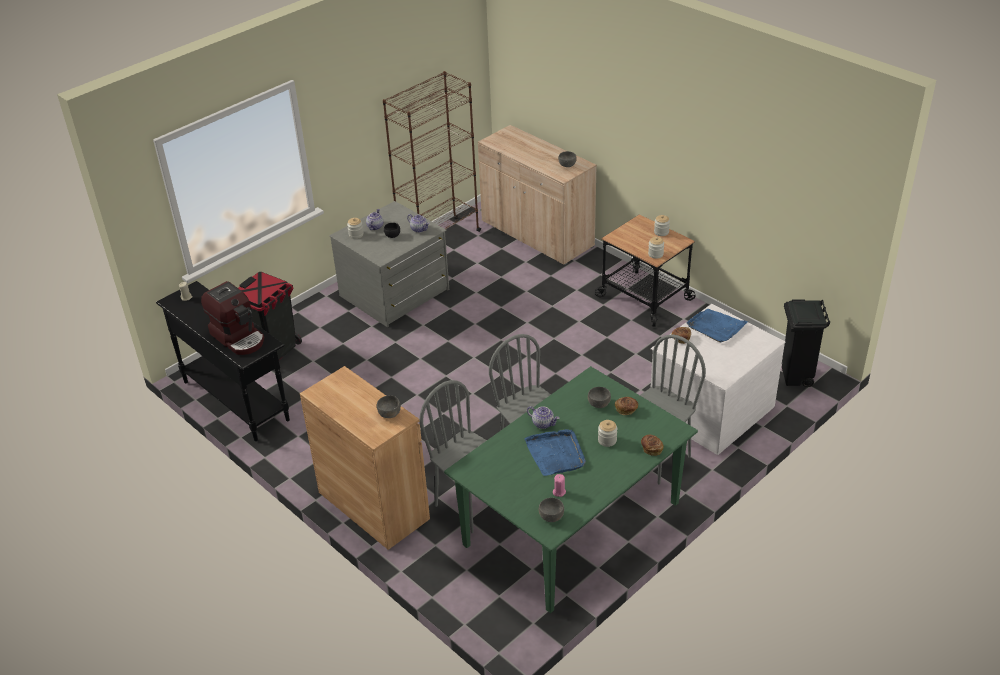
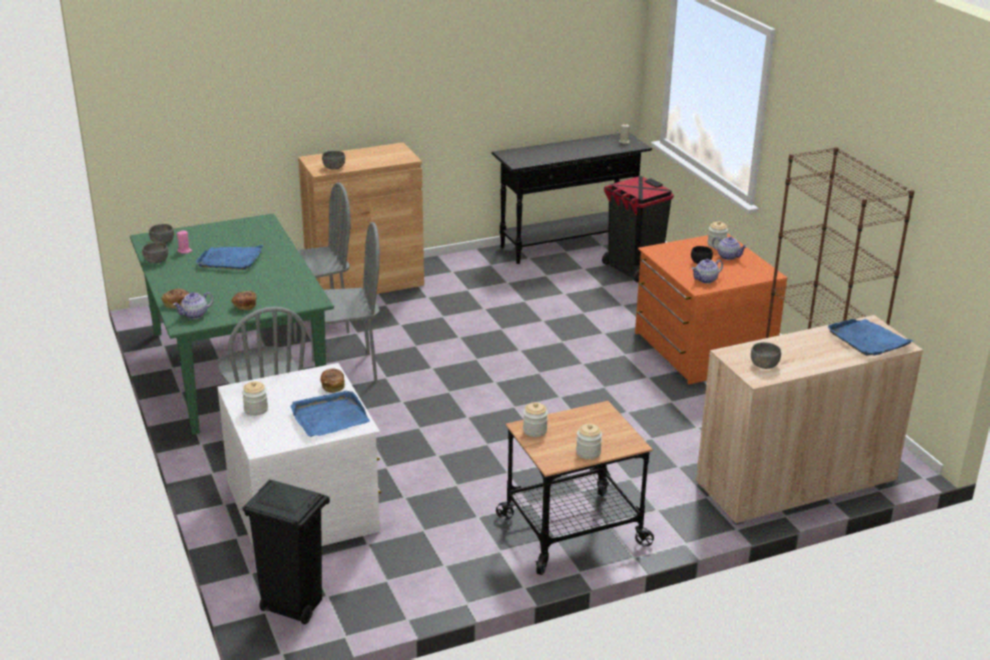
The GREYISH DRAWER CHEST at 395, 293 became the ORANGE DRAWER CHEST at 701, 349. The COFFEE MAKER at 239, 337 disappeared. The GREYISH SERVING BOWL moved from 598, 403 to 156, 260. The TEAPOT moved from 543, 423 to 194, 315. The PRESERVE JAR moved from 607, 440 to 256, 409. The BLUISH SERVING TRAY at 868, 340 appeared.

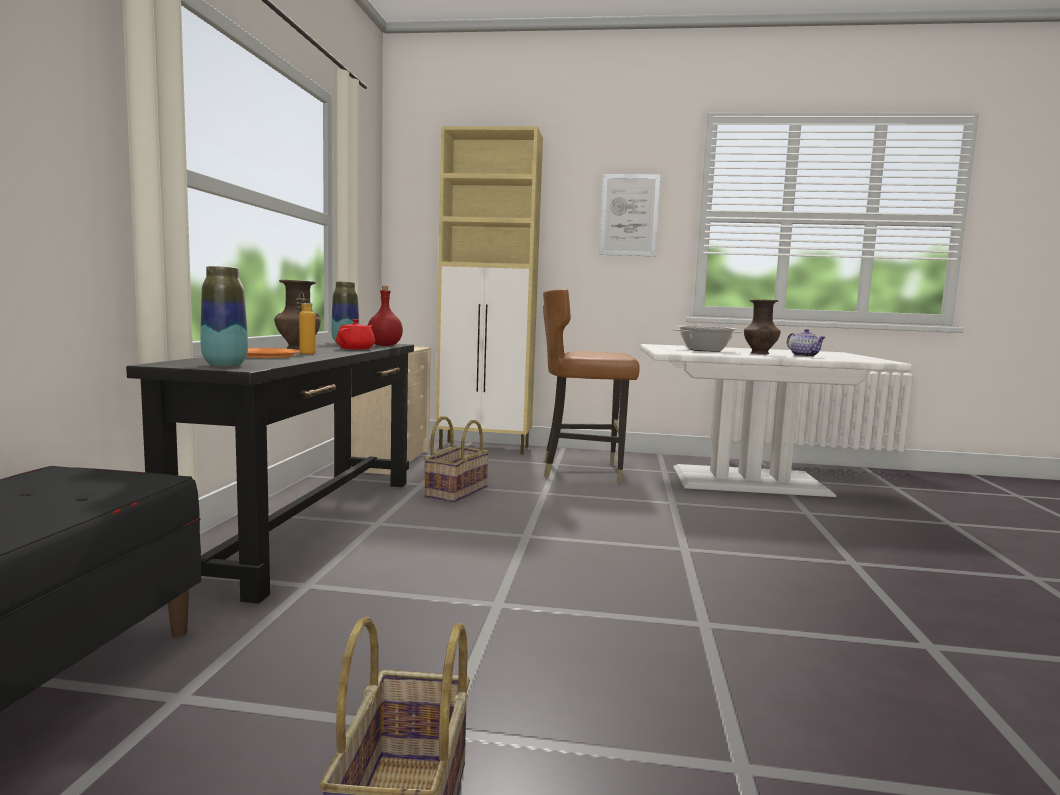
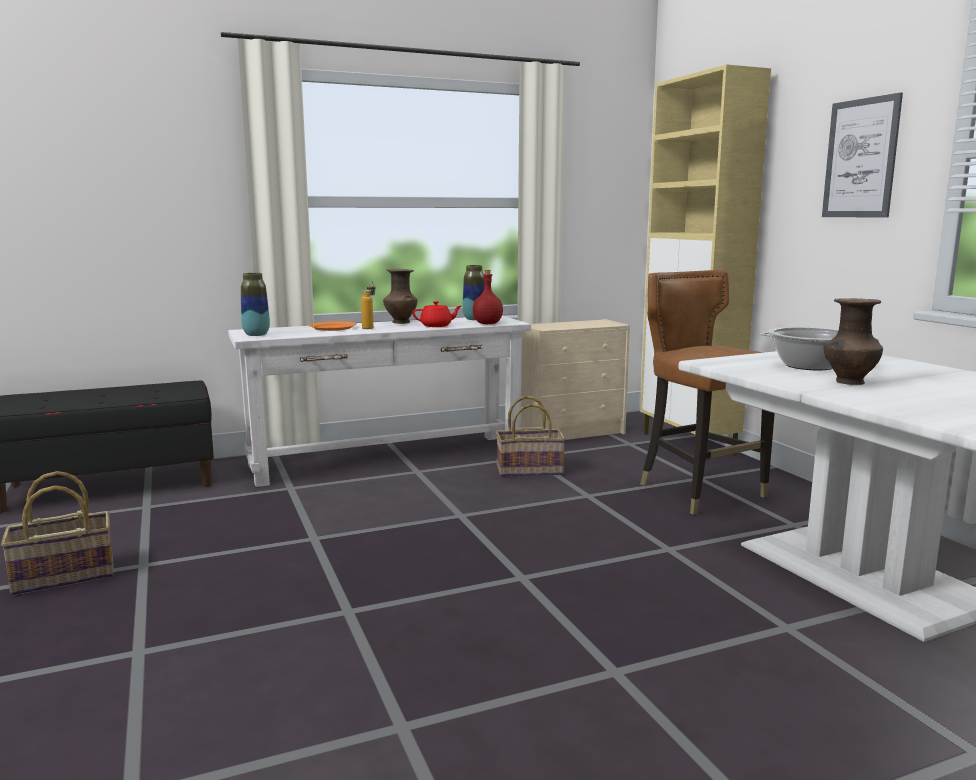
The TEAPOT at 805, 356 disappeared. The BLACK-COLOURED NARROW TABLE at 310, 525 became the WHITISH NARROW TABLE at 387, 459.

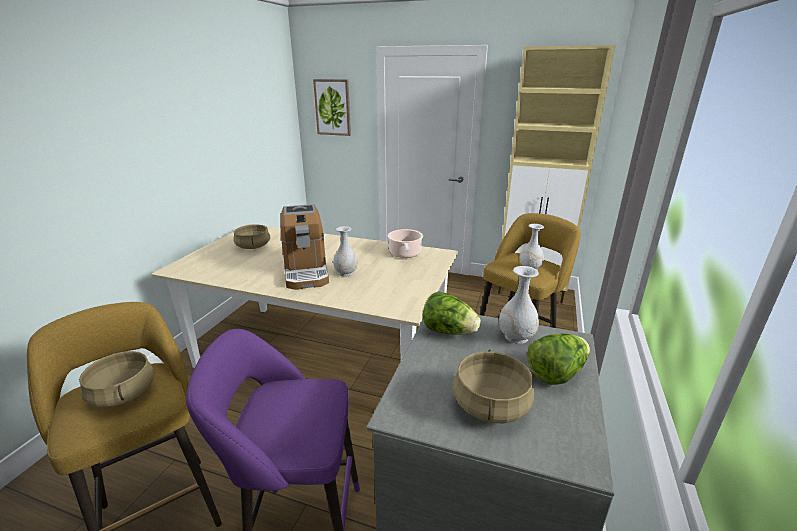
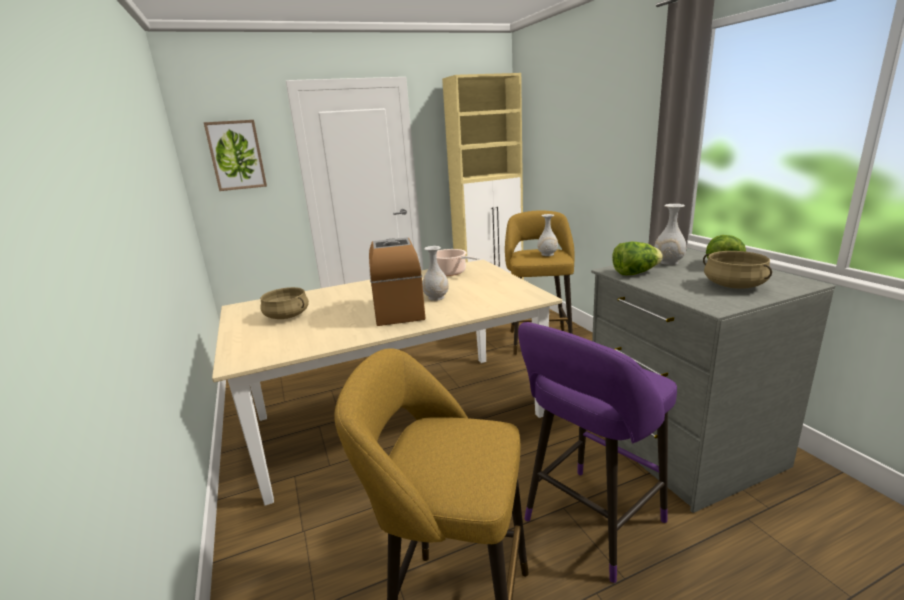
The COFFEE MAKER at 306, 271 turned 135 degrees counterclockwise. The BEIGE-COLOURED SAUCEPOT at 124, 394 disappeared.

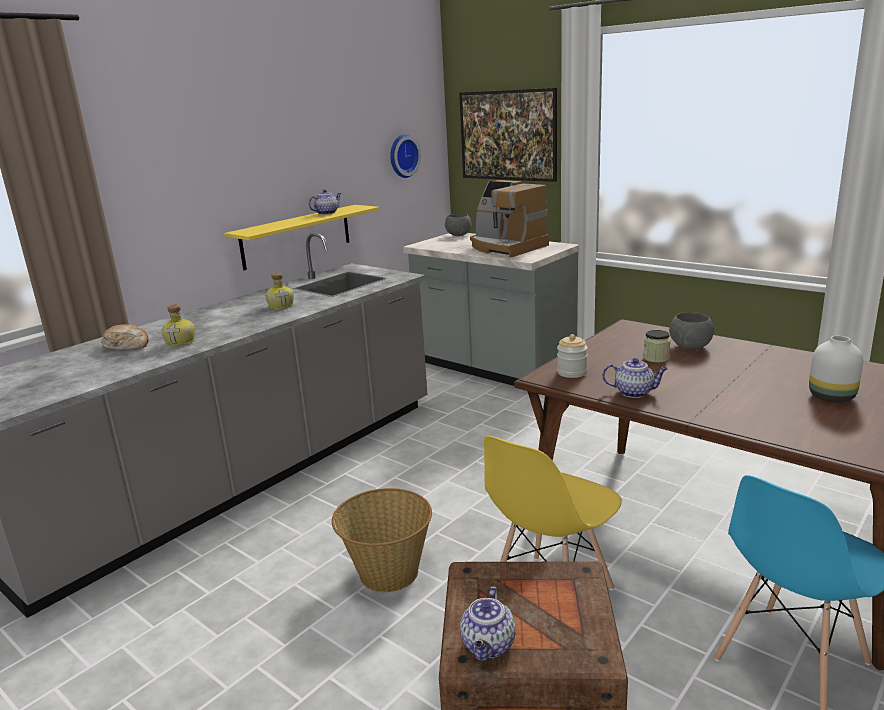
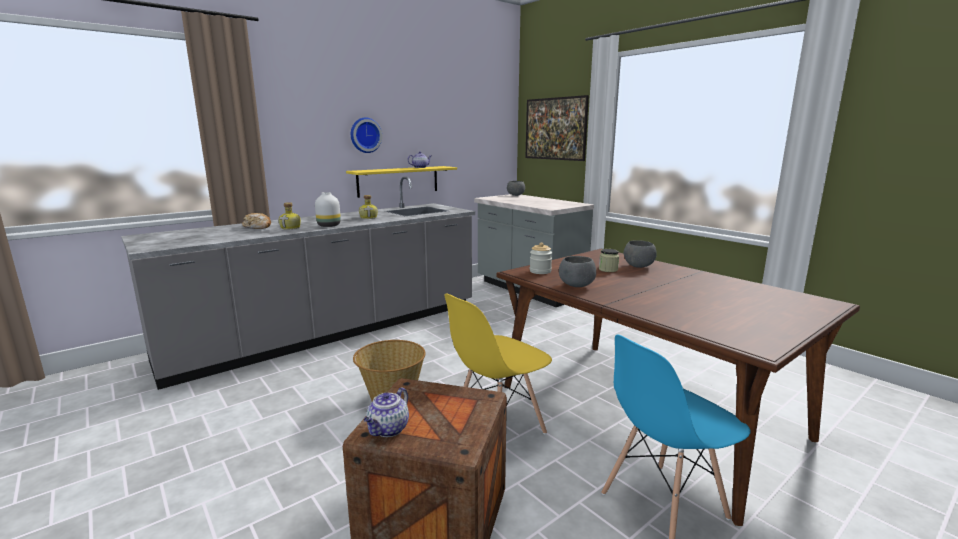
The CLOCK ON THE WALL moved from 402, 156 to 365, 135. The COFFEE MAKER at 506, 247 disappeared. The WHITISH VASE moved from 832, 397 to 329, 225. The TEAPOT at 634, 392 was replaced by the GREYISH SERVING BOWL at 576, 285.

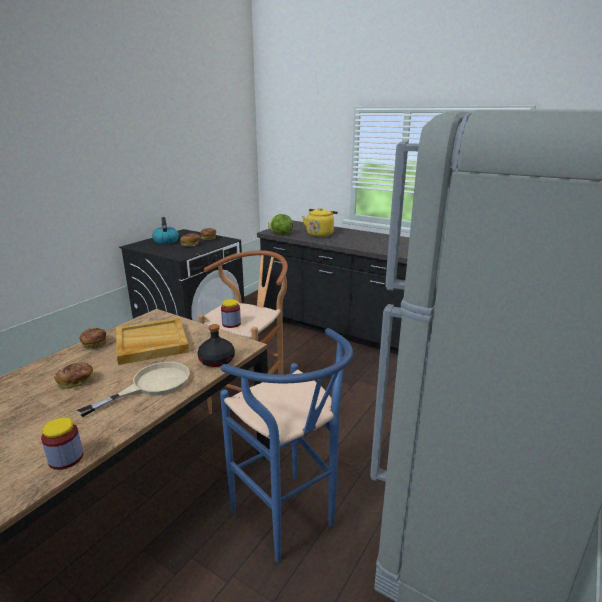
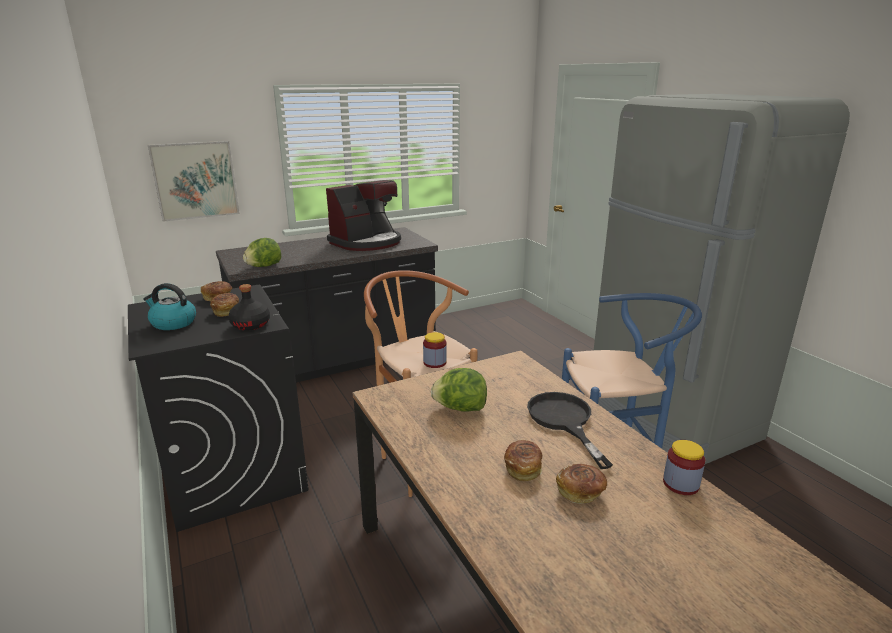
The YELLOW KETTLE at 320, 234 disappeared. The BEIGE-COLOURED SERVING TRAY at 151, 343 was replaced by the LETTUCE HEAD at 460, 408. The BLACK-COLOURED BEVERAGE BOTTLE moved from 217, 360 to 251, 325. The BREAD moved from 94, 344 to 580, 492. The BEIGE-COLOURED FRYING PAN at 151, 385 became the BLACK-COLOURED FRYING PAN at 564, 421. The PICTURE at 195, 180 appeared. The COFFEE MAKER at 367, 242 appeared.

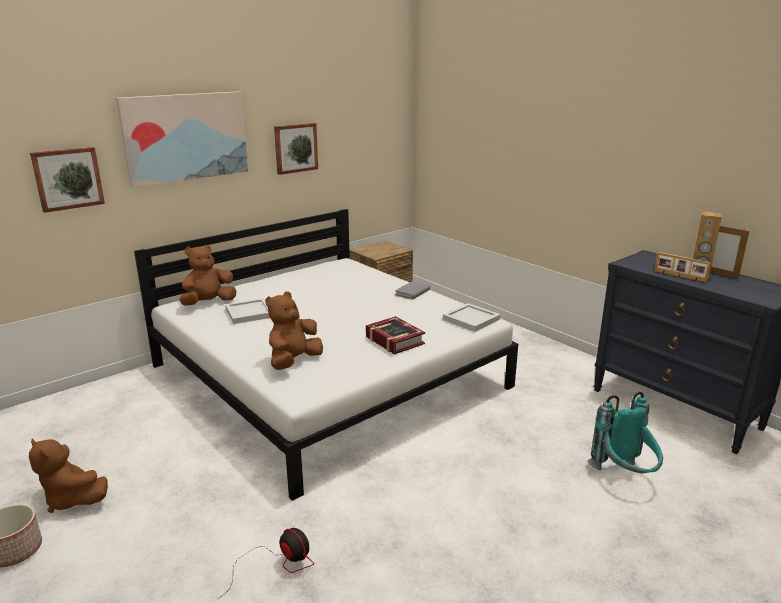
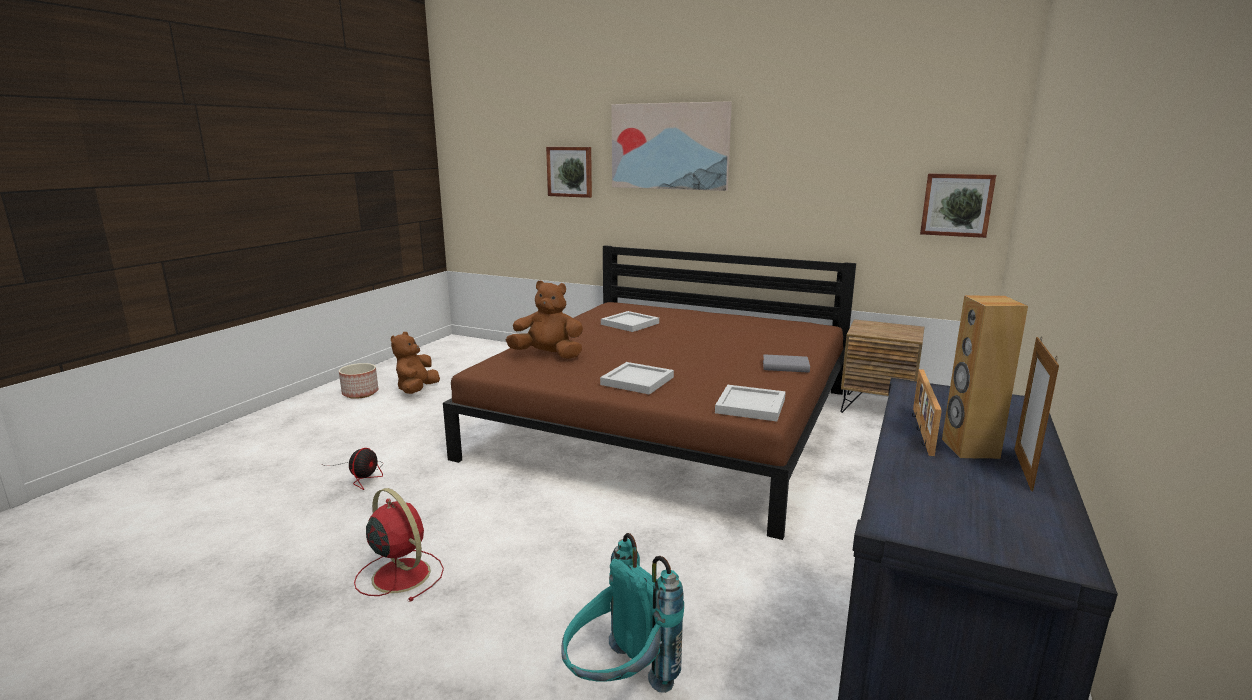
The PICTURE moved from 295, 148 to 956, 205. The WHITISH BEDROOM BED at 328, 375 became the BROWNISH BEDROOM BED at 669, 422. The BROWNISH SOFT TOY at 208, 303 disappeared. The VOLUME at 394, 340 was replaced by the WHITISH SERVING TRAY at 637, 380. The RED FAN at 400, 574 appeared.

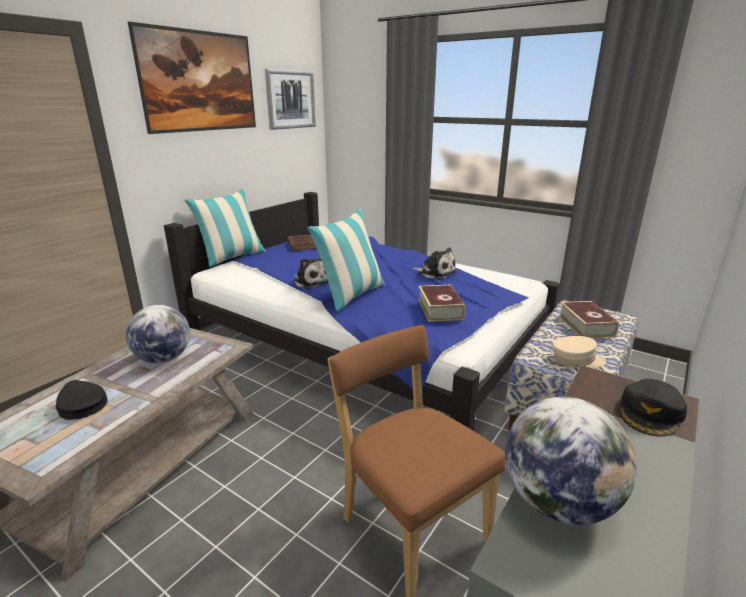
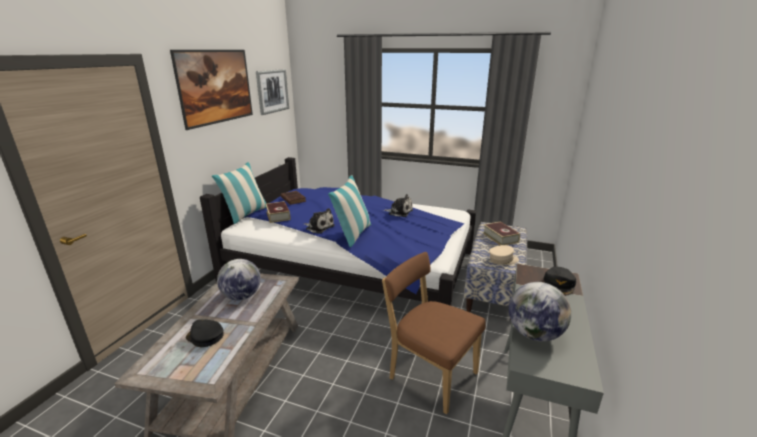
The VOLUME moved from 440, 309 to 278, 215.

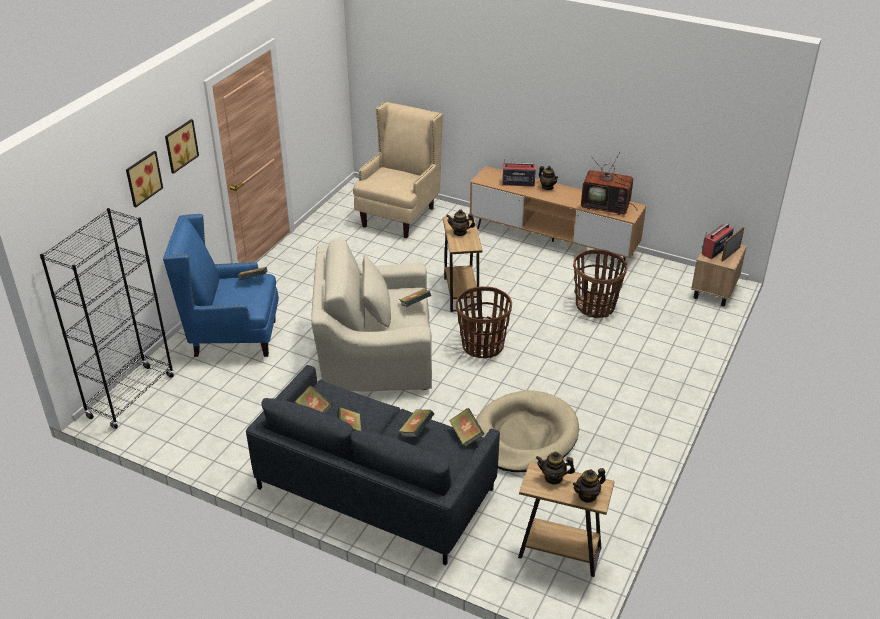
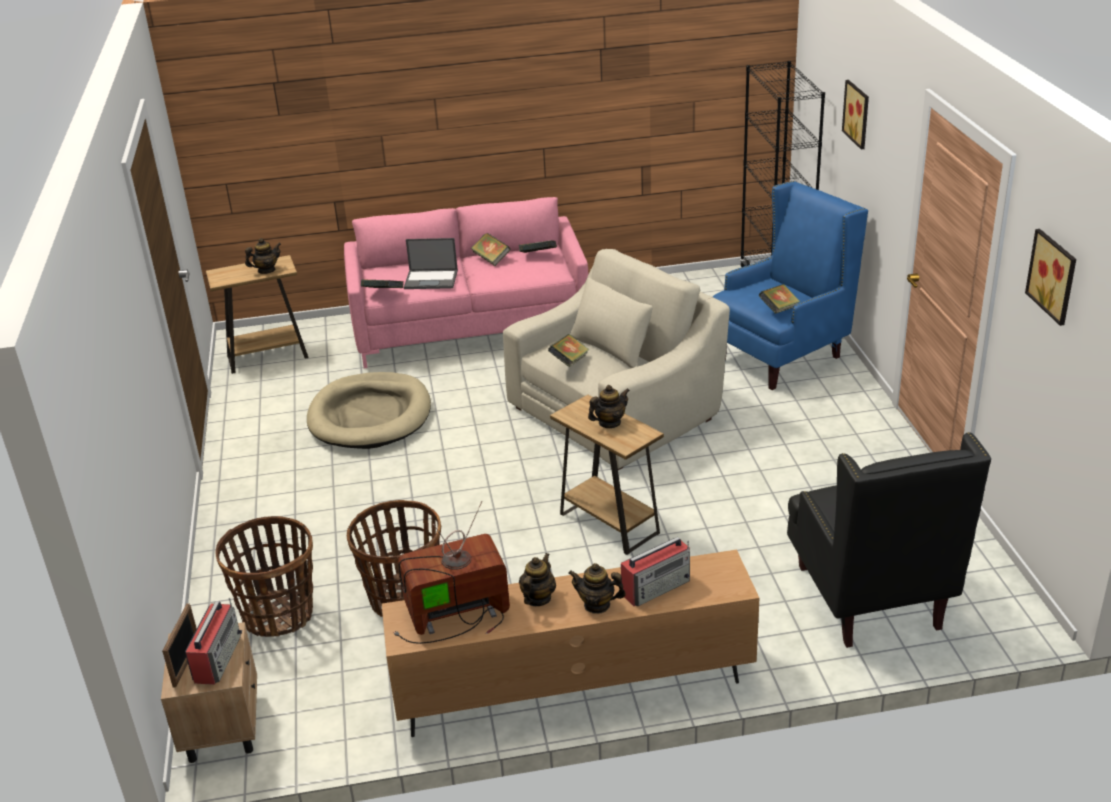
The BEIGE-COLOURED LOUNGE CHAIR at 399, 216 became the BLACK-COLOURED LOUNGE CHAIR at 869, 598. The PICTURE moved from 179, 145 to 1054, 276. The HOUSEHOLD BASKET moved from 482, 346 to 279, 615. The GREYISH SOFA at 375, 488 became the PINKISH SOFA at 470, 327. The VOLUME at 416, 431 was replaced by the PORTABLE COMPUTER at 432, 279. The TEAPOT moved from 587, 495 to 537, 598.

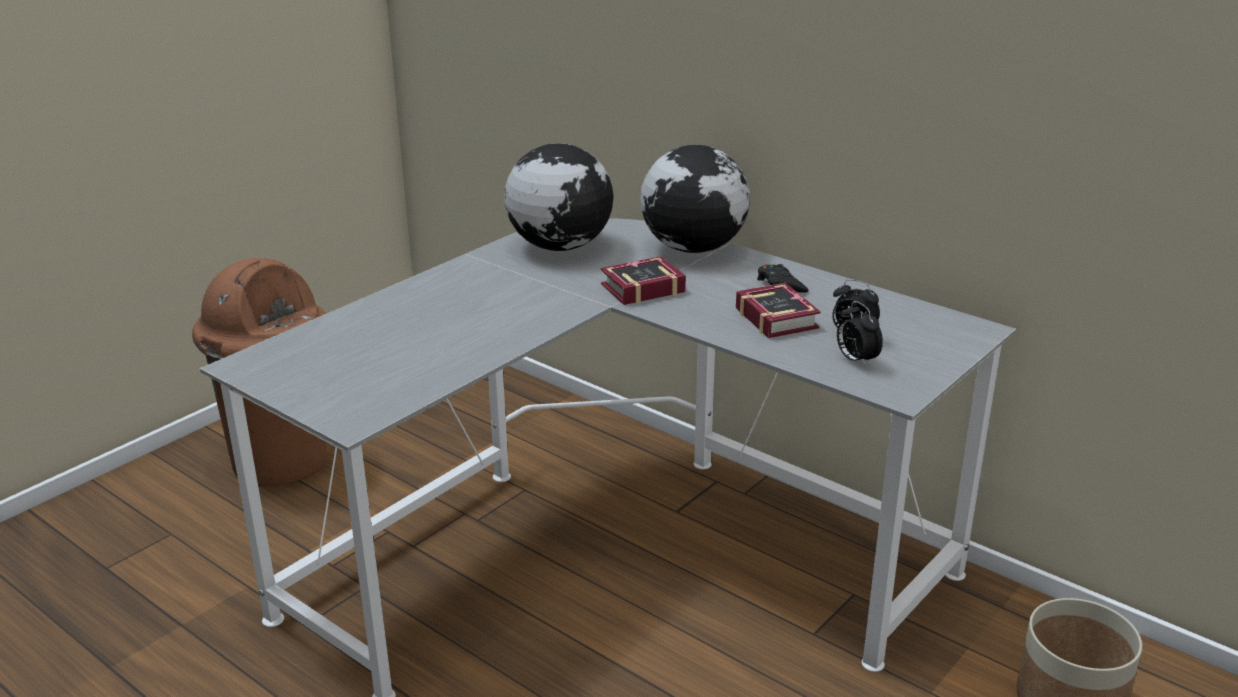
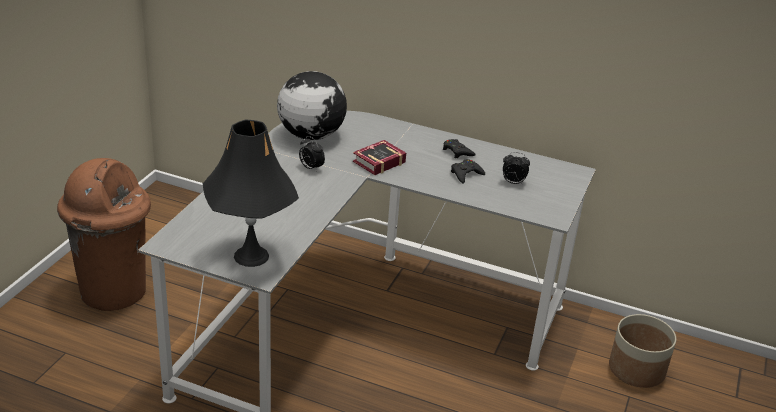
The GLOBE at 694, 248 disappeared. The VOLUME at 776, 316 was replaced by the BLACK-COLOURED JOYPAD at 466, 174. The BEDSIDE CLOCK moved from 856, 360 to 310, 168. The BLACK-COLOURED TABLETOP LAMP at 251, 256 appeared.

